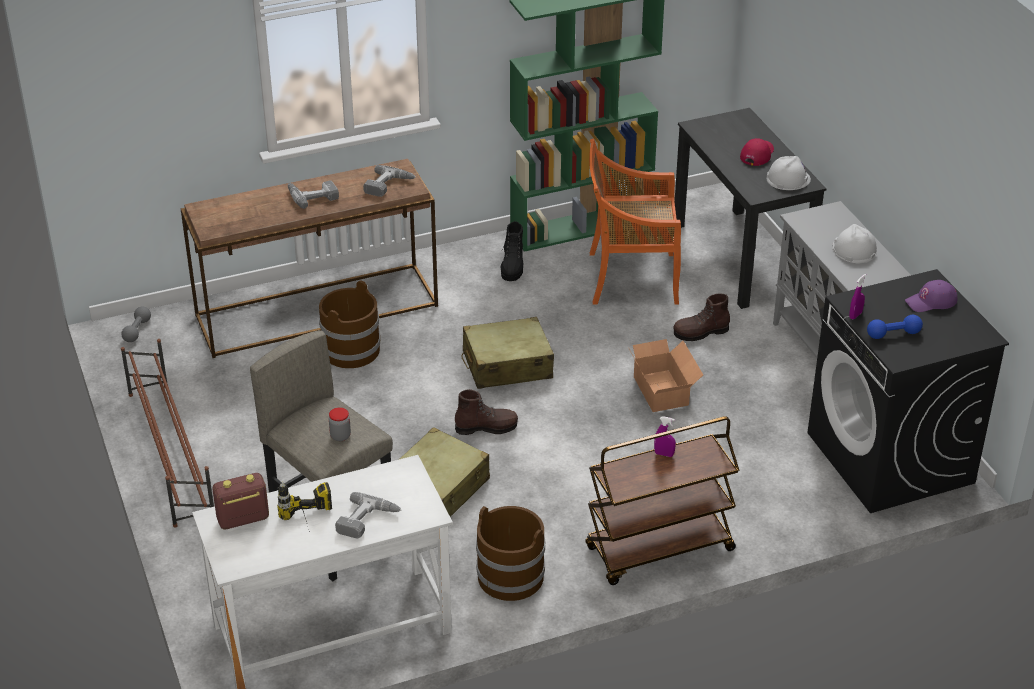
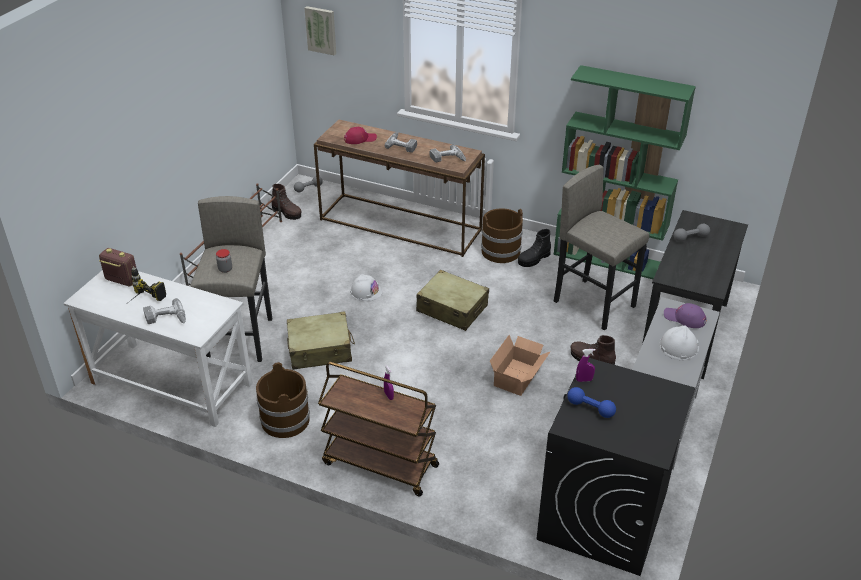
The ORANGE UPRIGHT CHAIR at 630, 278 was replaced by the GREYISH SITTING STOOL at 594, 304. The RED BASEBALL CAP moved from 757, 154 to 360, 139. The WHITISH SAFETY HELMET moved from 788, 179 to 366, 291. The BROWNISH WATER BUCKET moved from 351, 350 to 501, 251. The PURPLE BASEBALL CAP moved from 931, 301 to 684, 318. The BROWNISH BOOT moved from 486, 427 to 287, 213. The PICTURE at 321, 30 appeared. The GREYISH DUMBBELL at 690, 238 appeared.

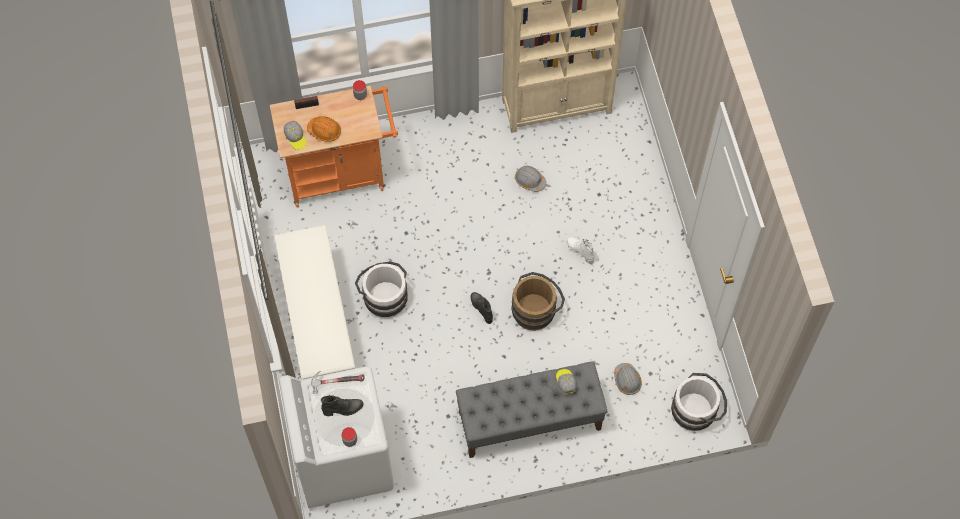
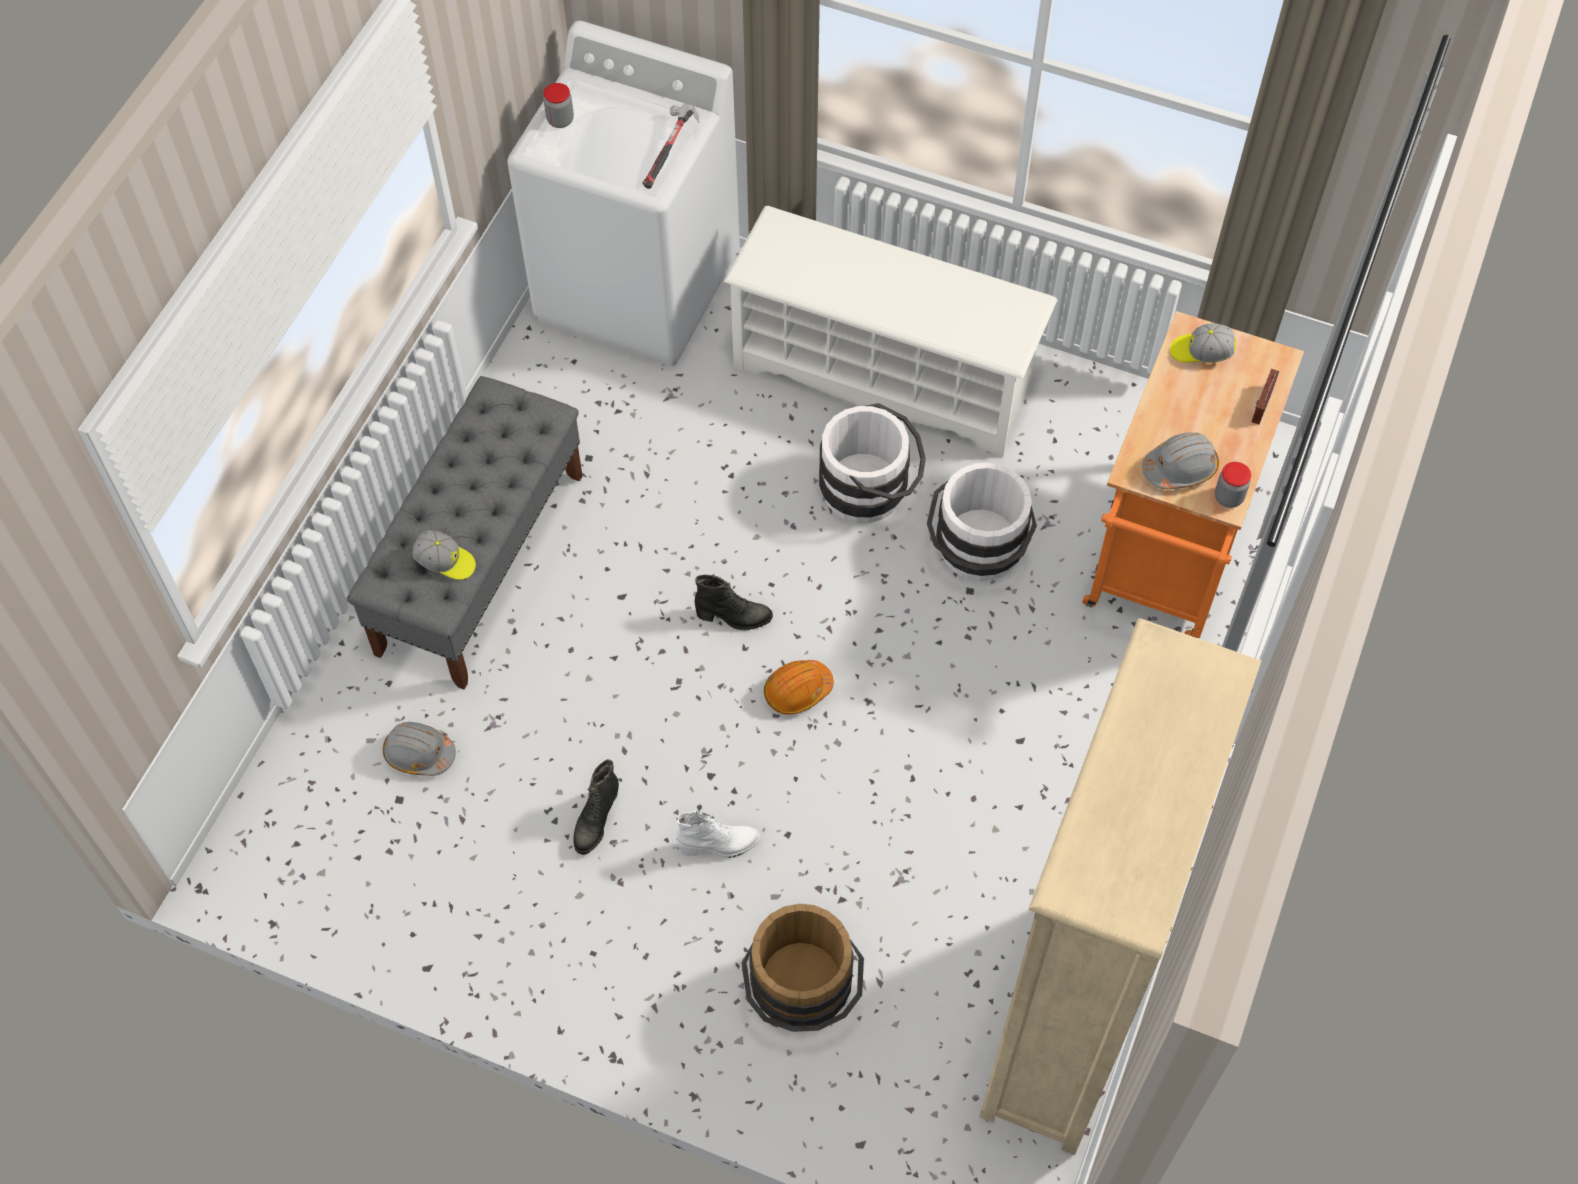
The ORANGE SAFETY HELMET moved from 324, 131 to 797, 691. The GREYISH SAFETY HELMET moved from 529, 180 to 1180, 468. The BROWNISH WATER BUCKET moved from 536, 309 to 802, 995. The WHITISH WATER BUCKET moved from 697, 410 to 977, 553. The BLACK-COLOURED BOOT moved from 343, 409 to 596, 820.

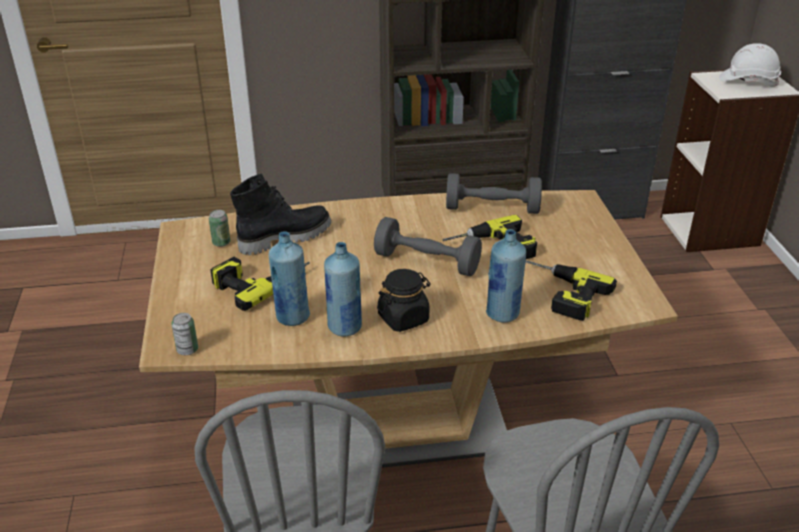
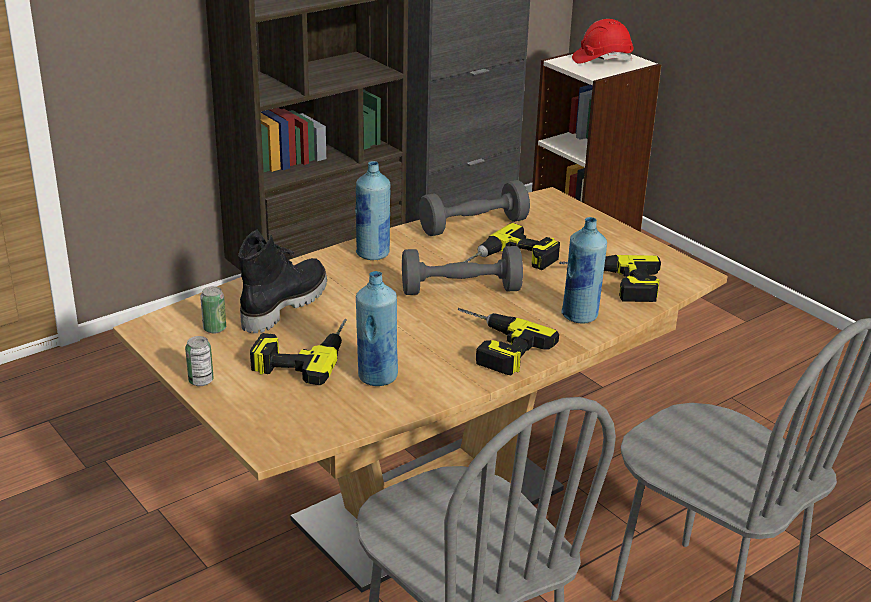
The WHITISH SAFETY HELMET at 748, 81 became the RED SAFETY HELMET at 602, 60. The BLUISH BEVERAGE BOTTLE moved from 344, 327 to 373, 254. The BLACK-COLOURED PRESERVE JAR at 403, 318 was replaced by the POWER DRILL at 491, 346. The SEALED CAN moved from 187, 350 to 201, 381.

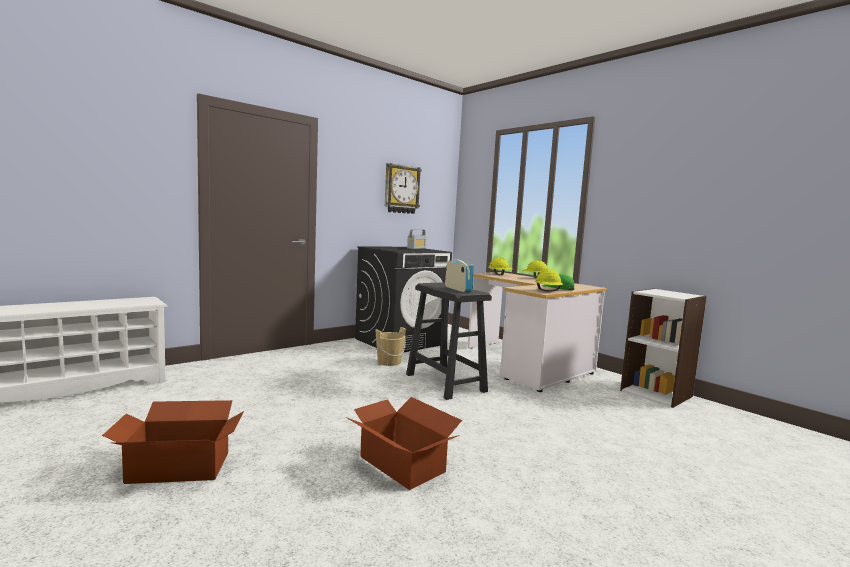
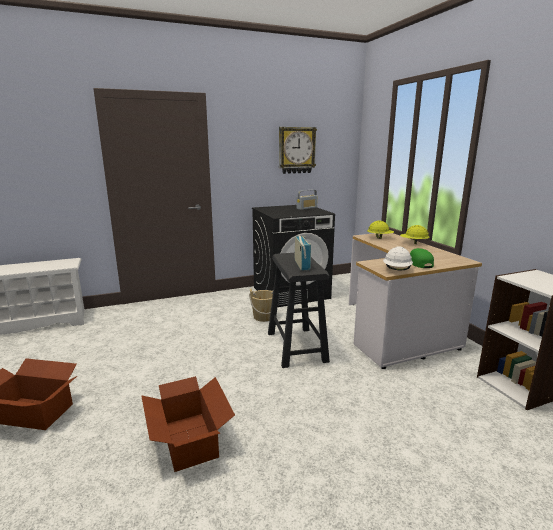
The YELLOW SAFETY HELMET at 548, 291 became the WHITISH SAFETY HELMET at 397, 270.

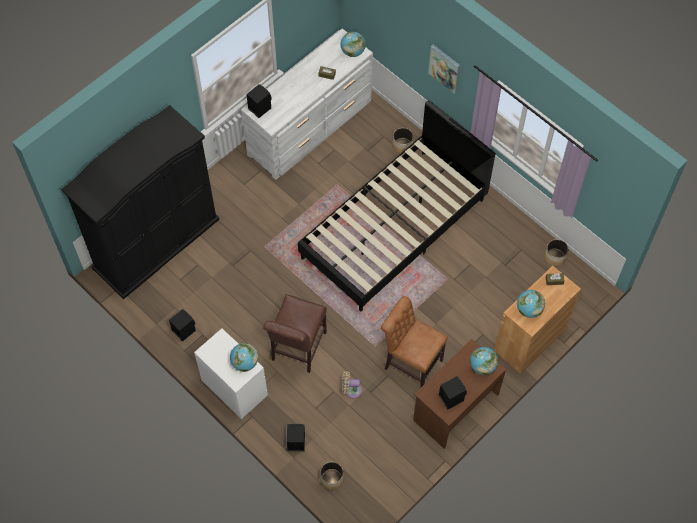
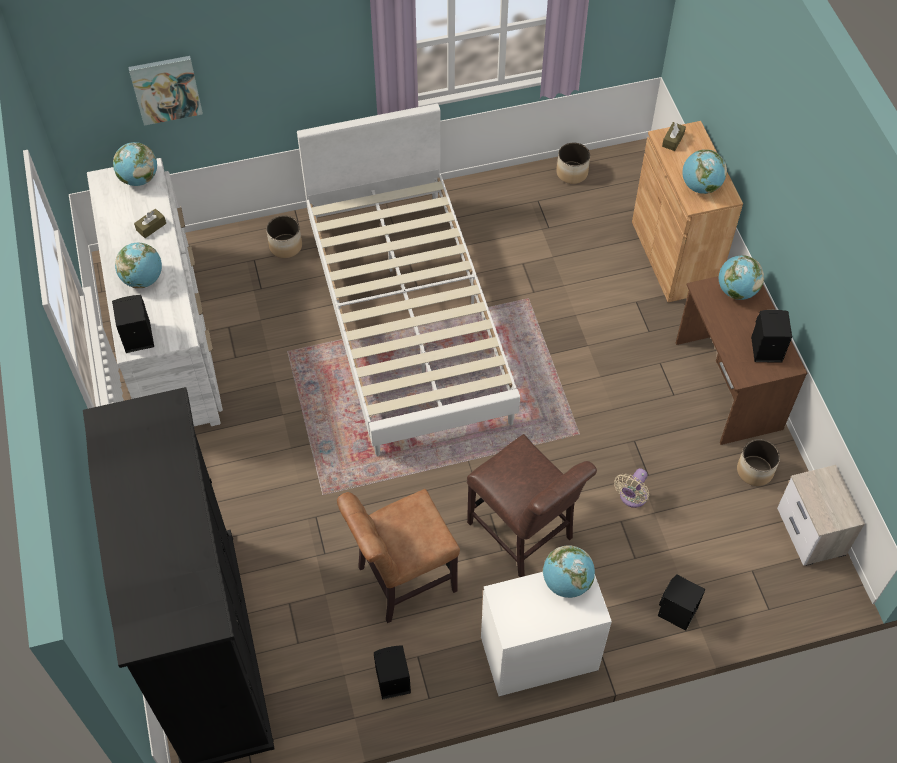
The PICTURE moved from 445, 68 to 166, 89. The BLACK-COLOURED BEDROOM BED at 394, 228 became the WHITISH BEDROOM BED at 408, 319. The BROWNISH UPRIGHT CHAIR moved from 410, 363 to 402, 581. The FLOWER POT moved from 331, 479 to 755, 471. The GLOBE at 143, 279 appeared. The NIGHT TABLE at 811, 533 appeared.

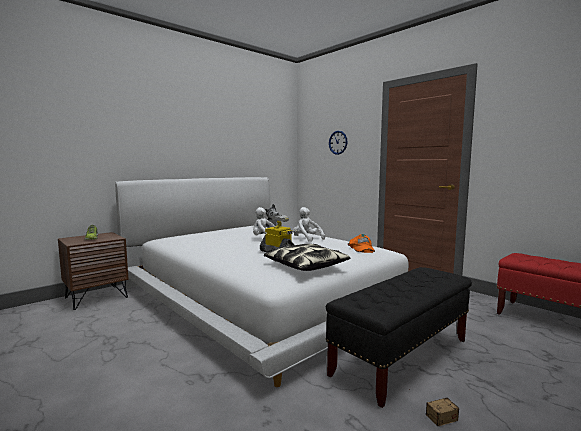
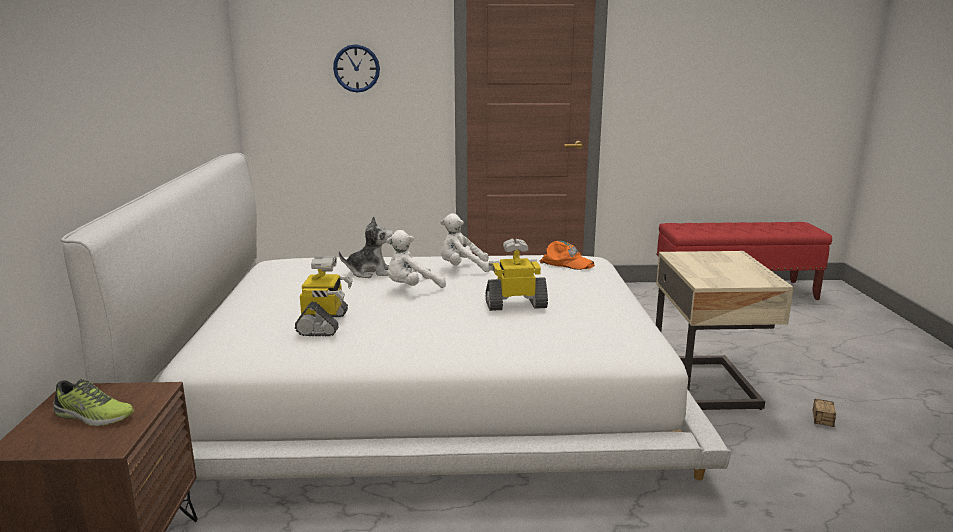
The CUSHION at 306, 266 disappeared. The BLACK-COLOURED BENCH at 402, 357 was replaced by the BEIGE-COLOURED NIGHT TABLE at 708, 385. The TOY ROBOT at 324, 324 appeared.

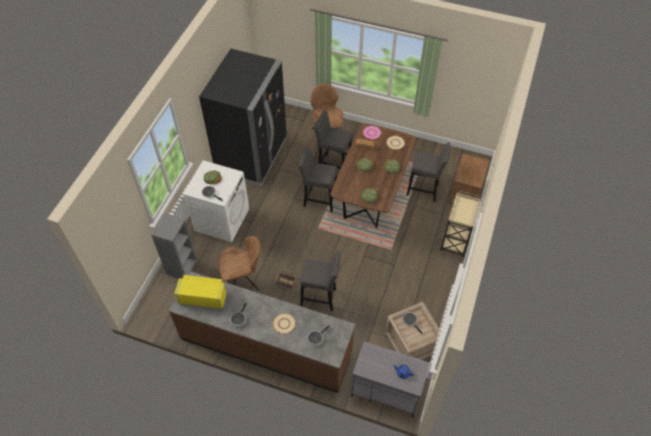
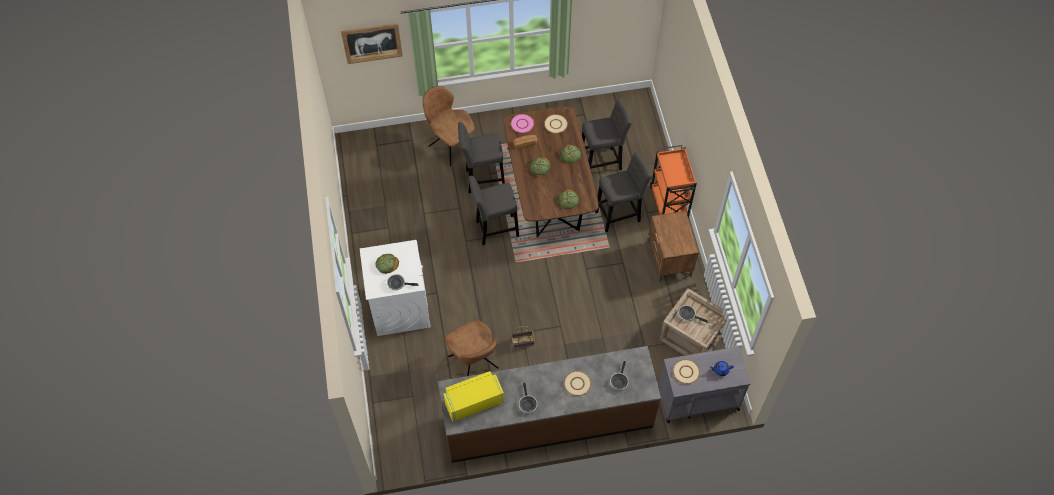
The BLACK-COLOURED FRIDGE at 252, 156 disappeared. The BROWNISH NIGHT TABLE moved from 465, 194 to 669, 259. The BEIGE-COLOURED WHEELED CART at 455, 240 became the ORANGE WHEELED CART at 669, 203. The GREYISH BOOKCASE at 181, 266 disappeared. The BROWNISH UPRIGHT CHAIR at 243, 281 turned 105 degrees clockwise. The GREYISH SITTING STOOL moved from 320, 298 to 620, 215. The PICTURE at 372, 43 appeared. The BEIGE-COLOURED PLATE at 686, 372 appeared.

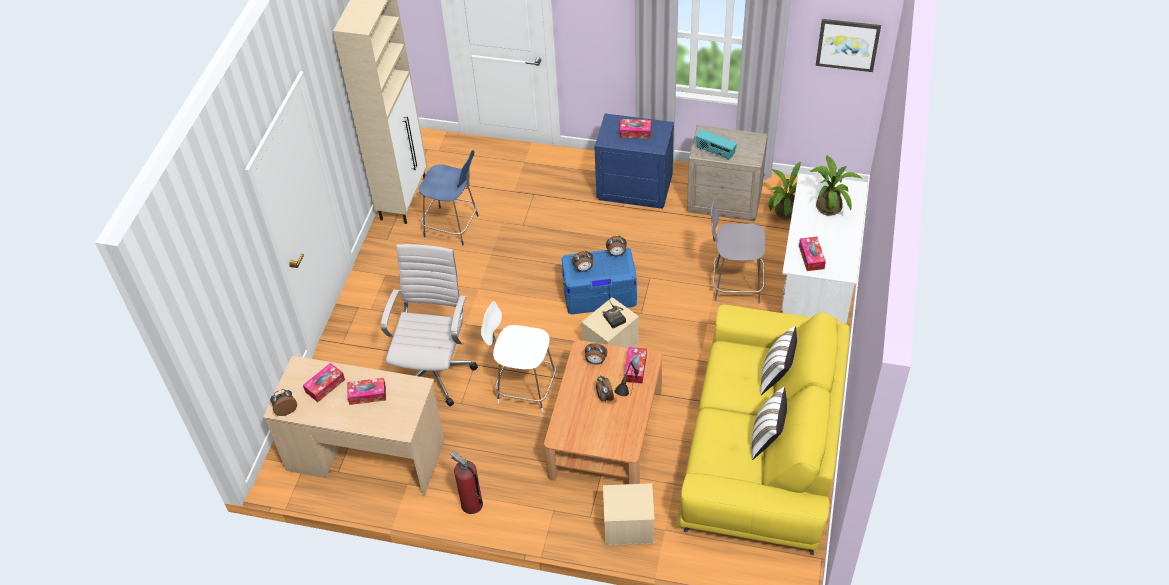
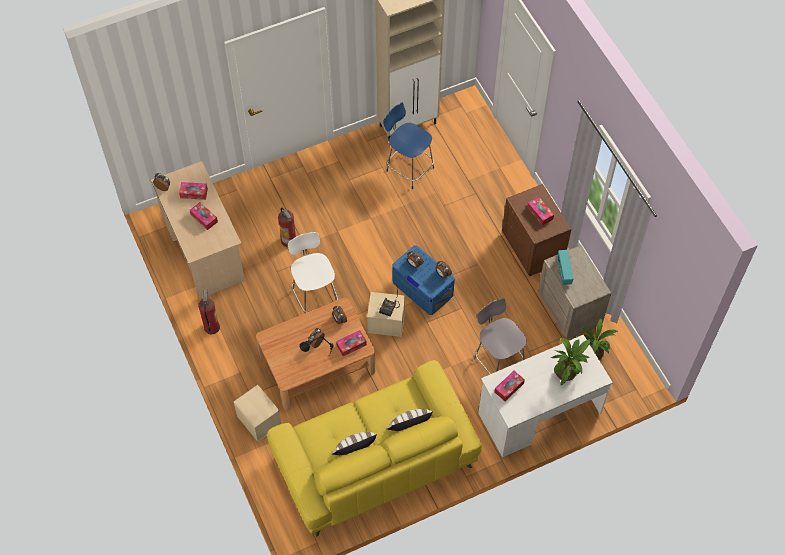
The PICTURE at 847, 44 disappeared. The BLUISH NIGHT TABLE at 635, 188 became the BROWNISH NIGHT TABLE at 533, 247. The BLUISH UPRIGHT CHAIR at 453, 226 turned 150 degrees clockwise. The WHITISH DESK CHAIR at 435, 371 was replaced by the FIRE EXTINGUISHER at 289, 240.

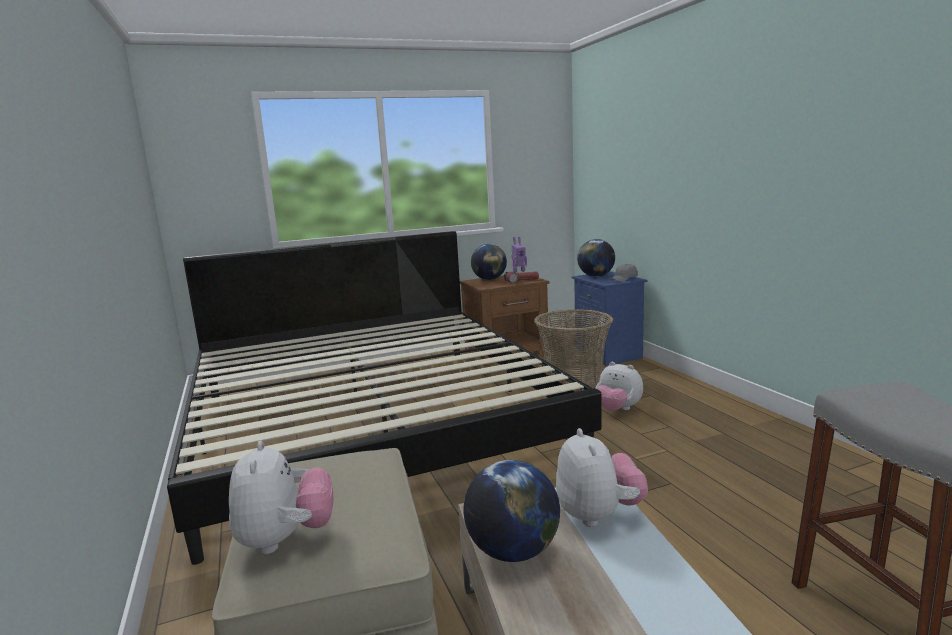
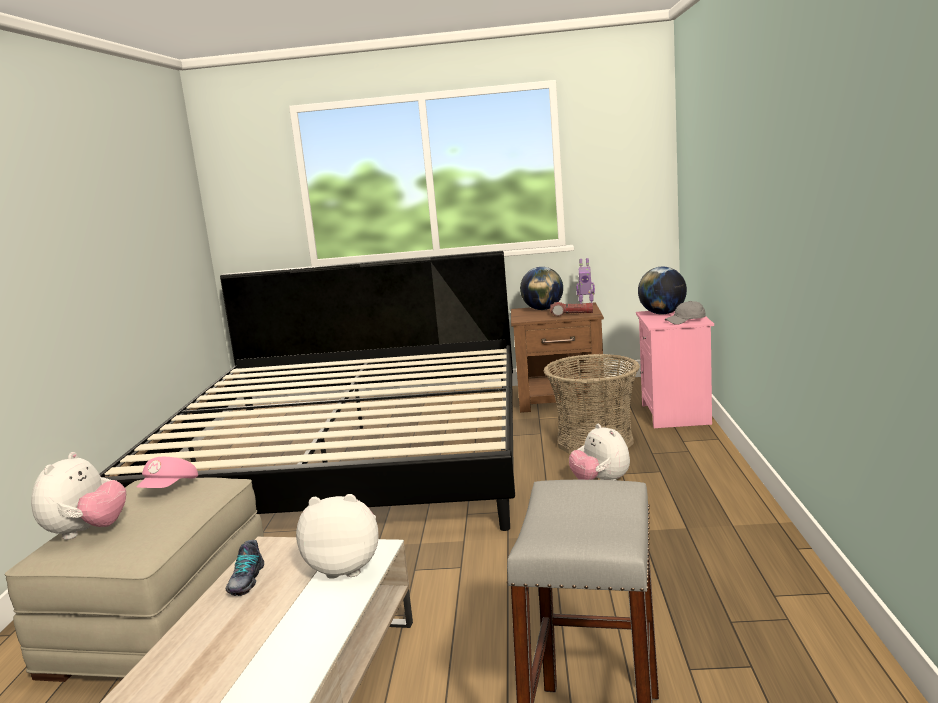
The BLUISH NIGHT TABLE at 609, 354 became the PINKISH NIGHT TABLE at 677, 414. The SOFT TOY at 598, 515 turned 105 degrees counterclockwise. The GLOBE at 513, 551 was replaced by the ITEM OF FOOTWEAR at 245, 580. The PINKISH BASEBALL CAP at 170, 489 appeared.

